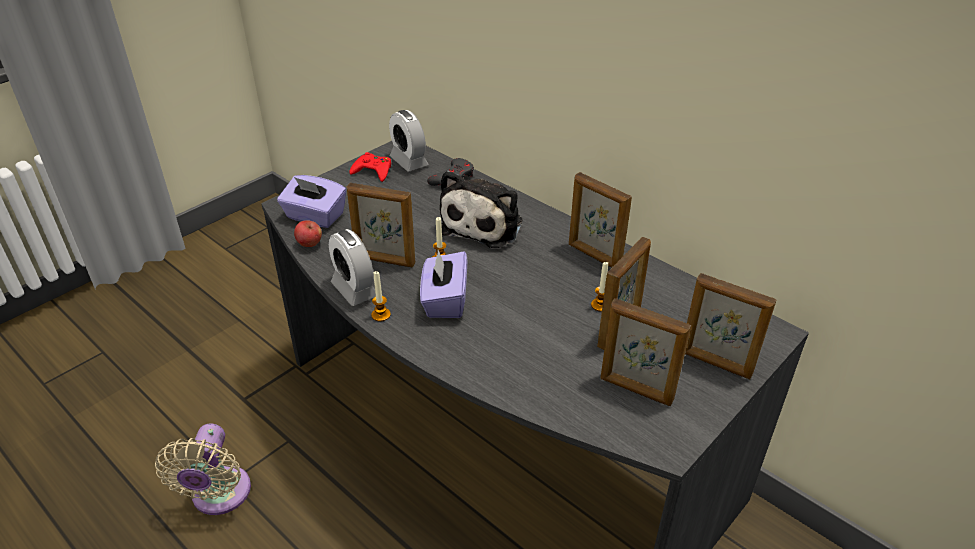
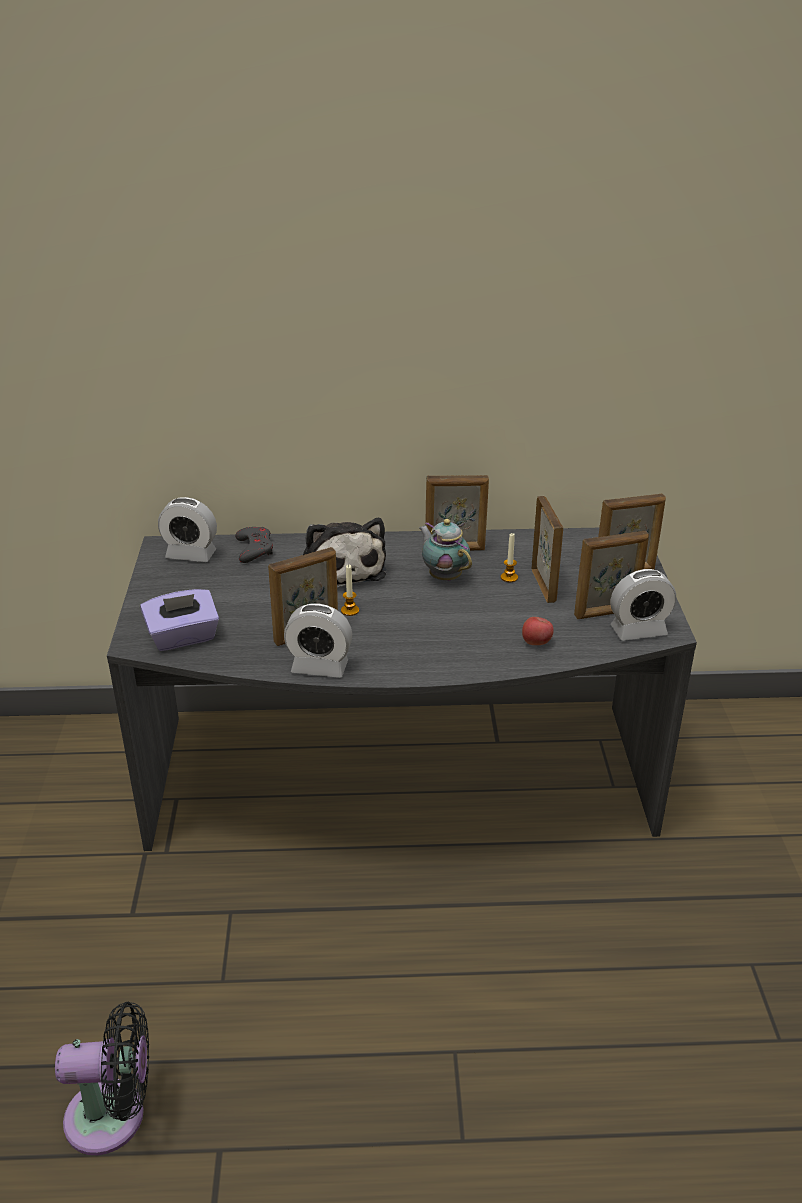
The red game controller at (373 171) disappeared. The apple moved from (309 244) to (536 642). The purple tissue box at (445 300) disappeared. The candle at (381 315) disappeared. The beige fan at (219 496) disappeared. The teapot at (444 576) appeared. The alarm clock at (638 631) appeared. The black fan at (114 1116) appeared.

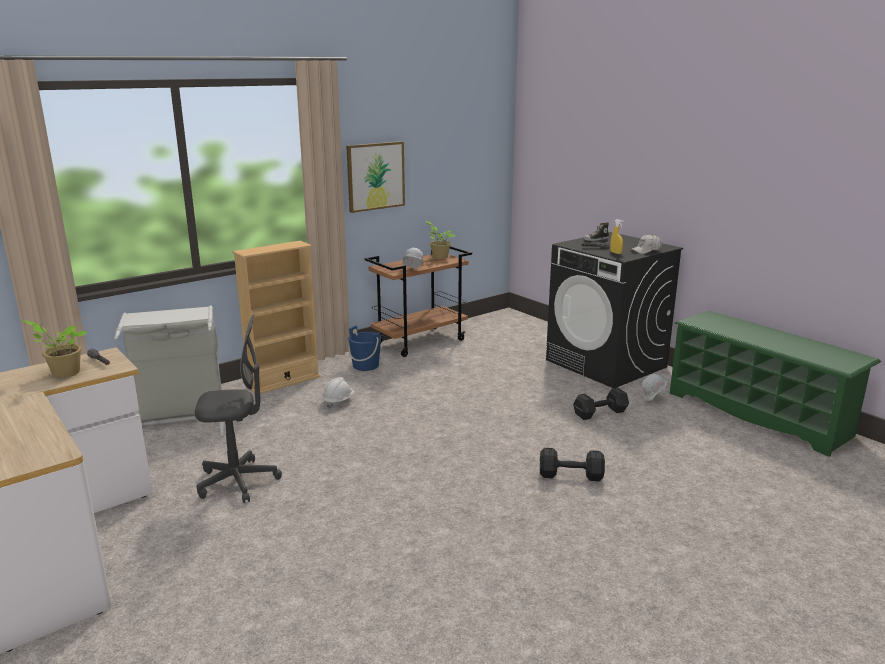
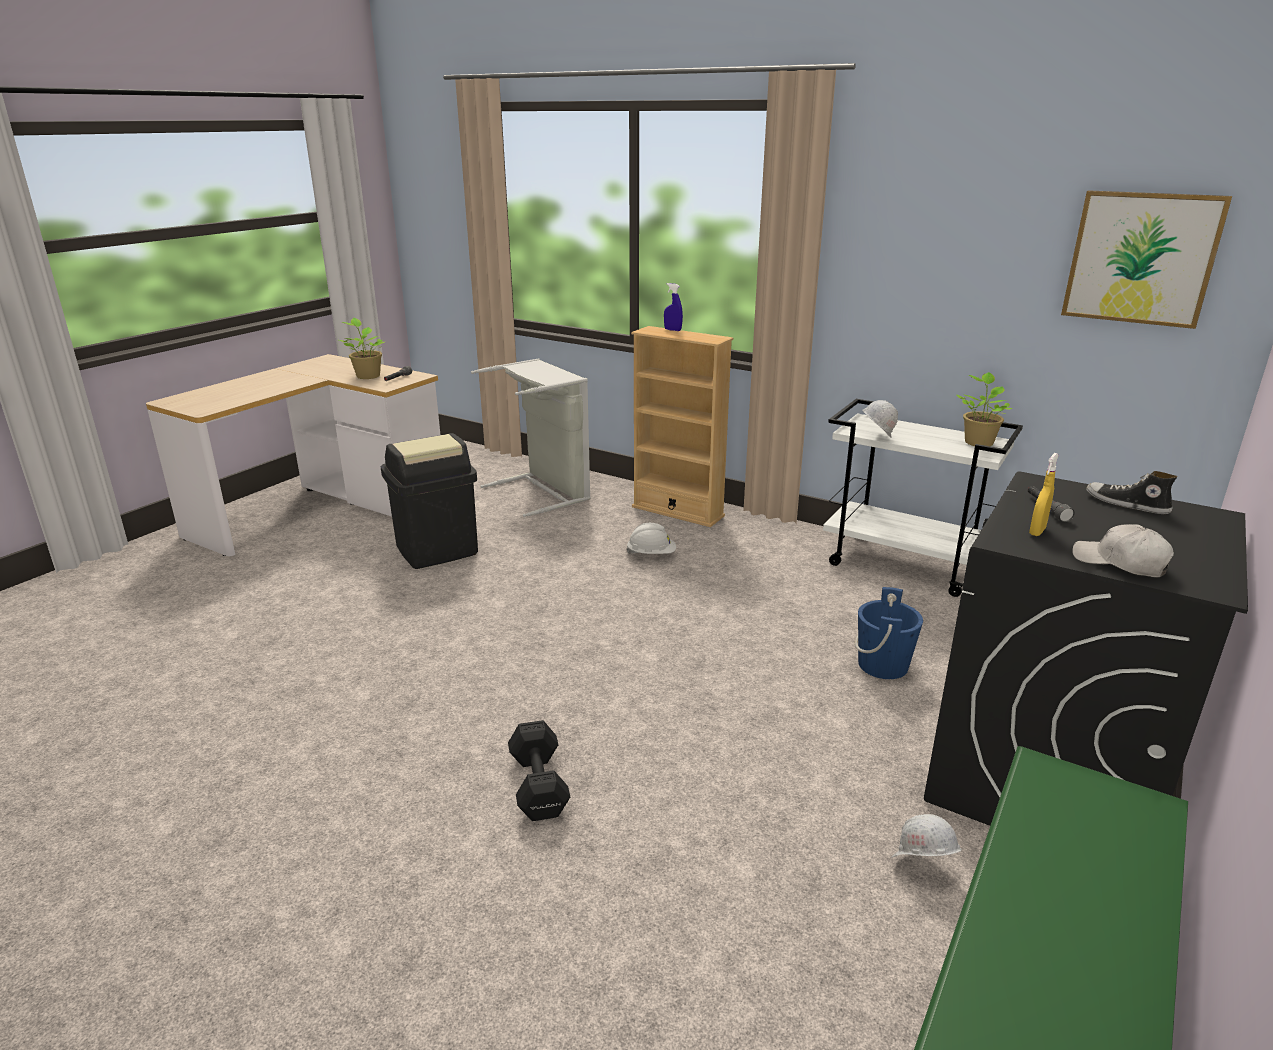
The picture moved from (375 176) to (1141 258). The brown cart at (420 341) became the white cart at (905 564). The grey office chair at (238 482) was replaced by the black trash can at (437 550). The blue bucket moved from (365 365) to (883 665). The black dumbbell at (601 413) disappeared. The blue spray bottle at (672 330) appeared.

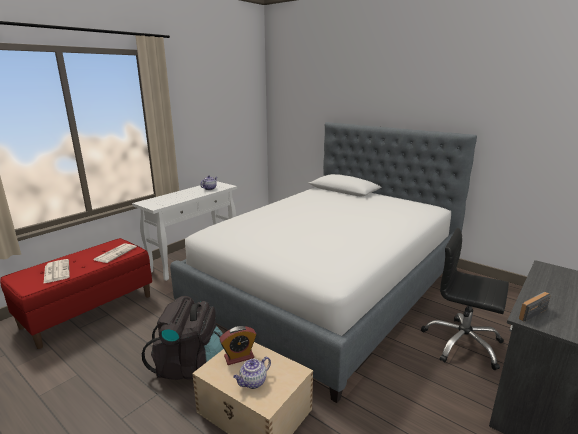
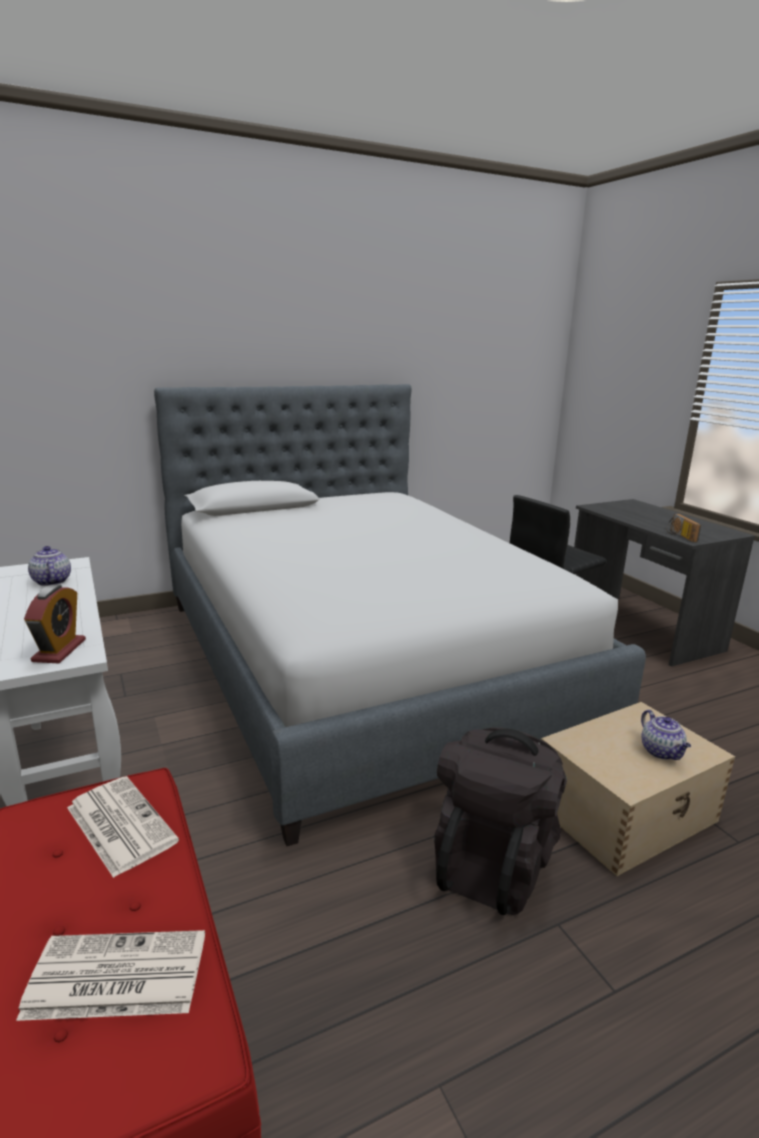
The alarm clock moved from (239 357) to (59 650).

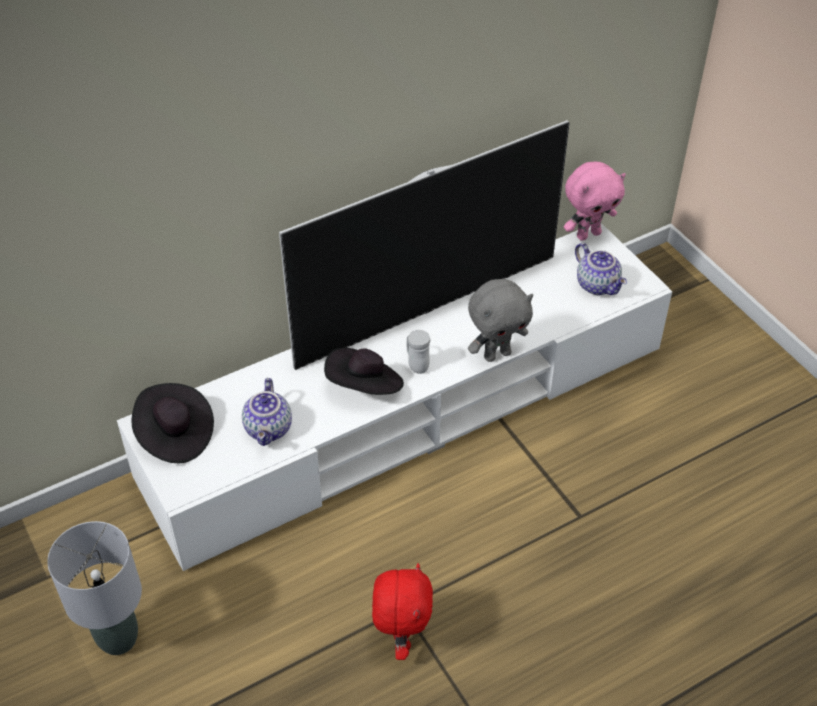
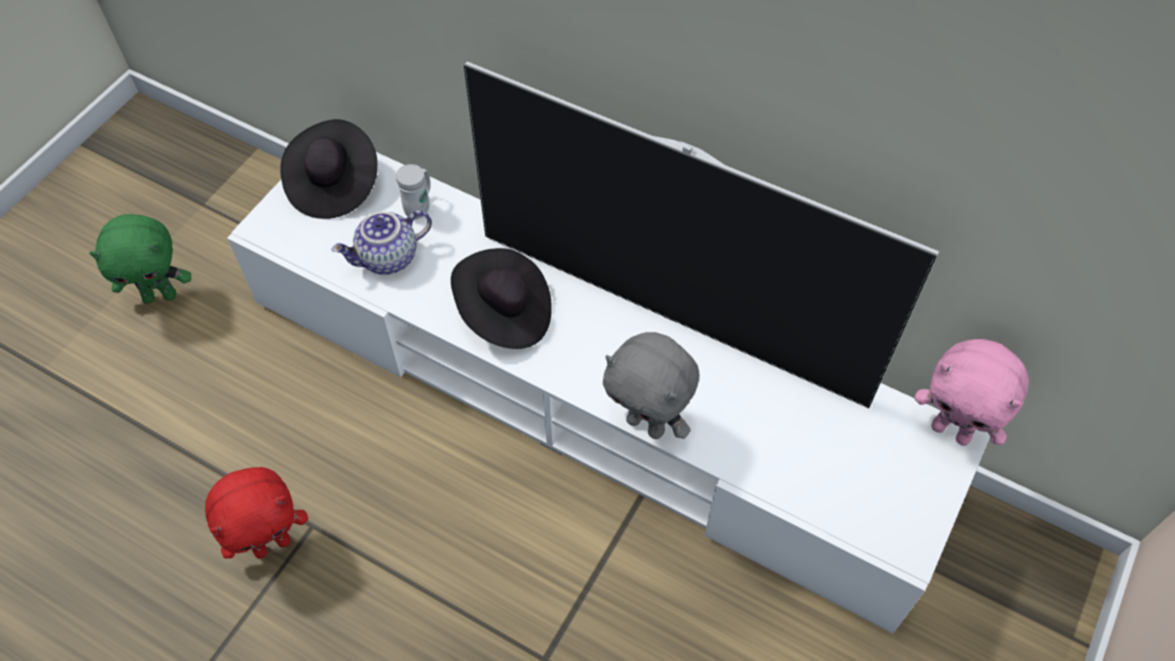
The teapot at (598 285) disappeared. The white mug moved from (416 364) to (420 207). The grey table lamp at (118 638) was replaced by the green plush toy at (160 295).

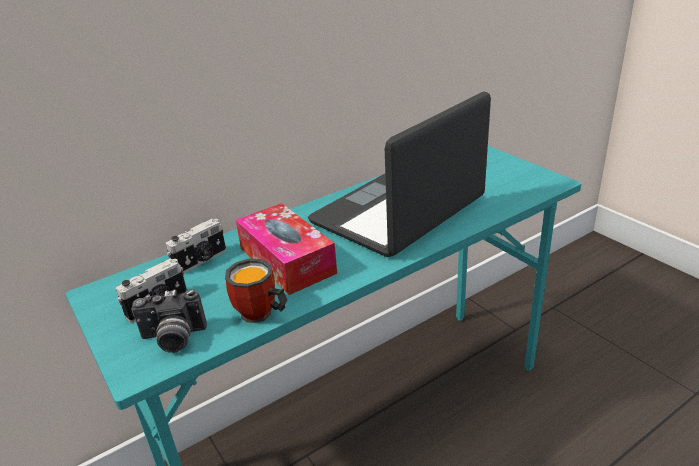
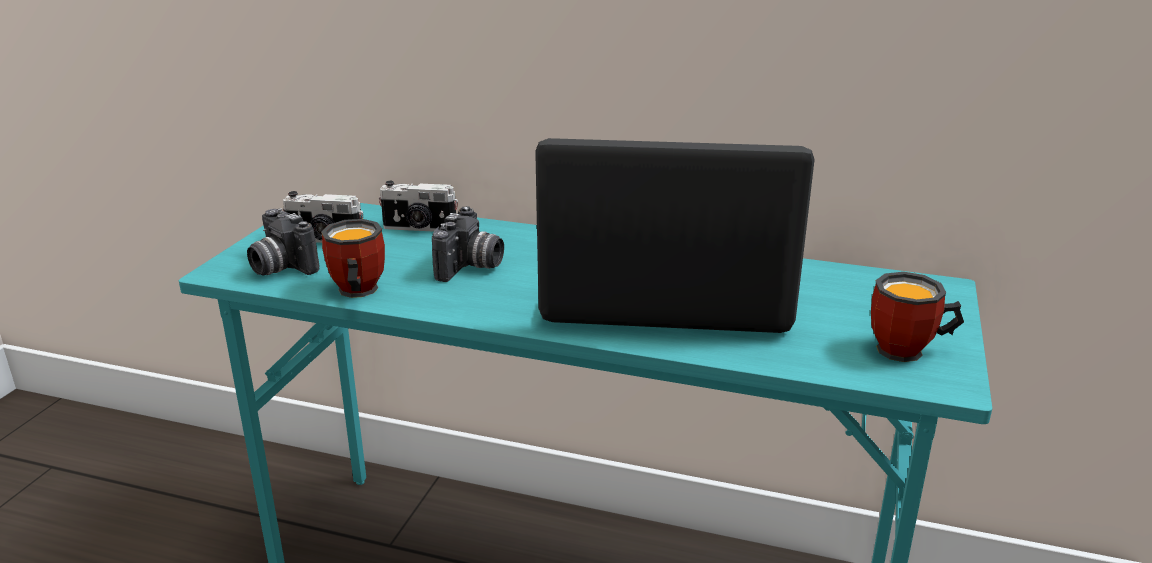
The tissue box at (287 260) was replaced by the photo camera at (471 268). The mug at (909 352) appeared.

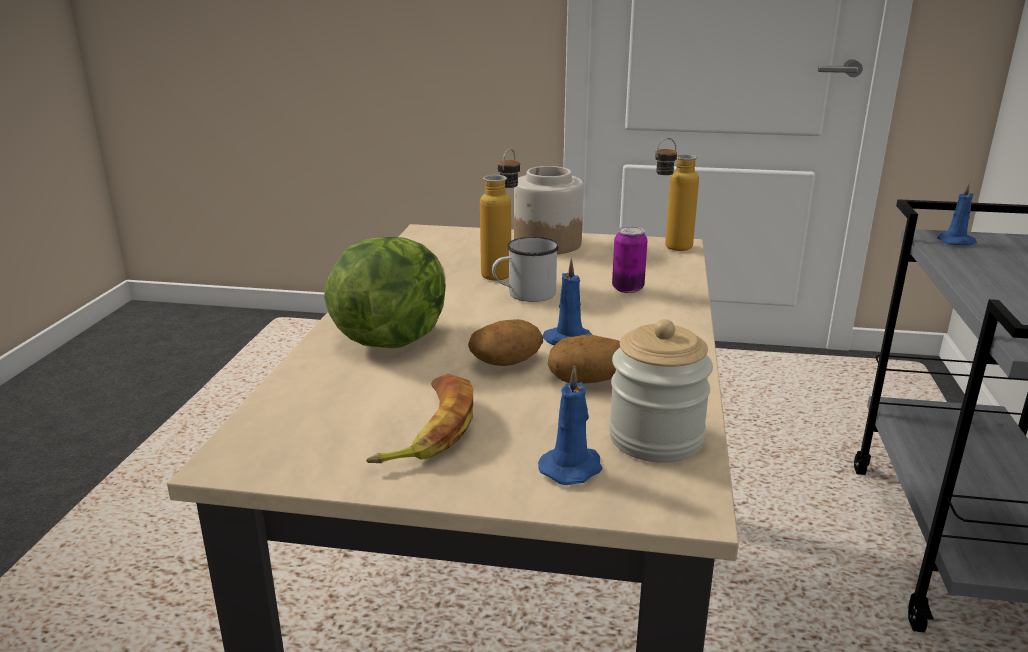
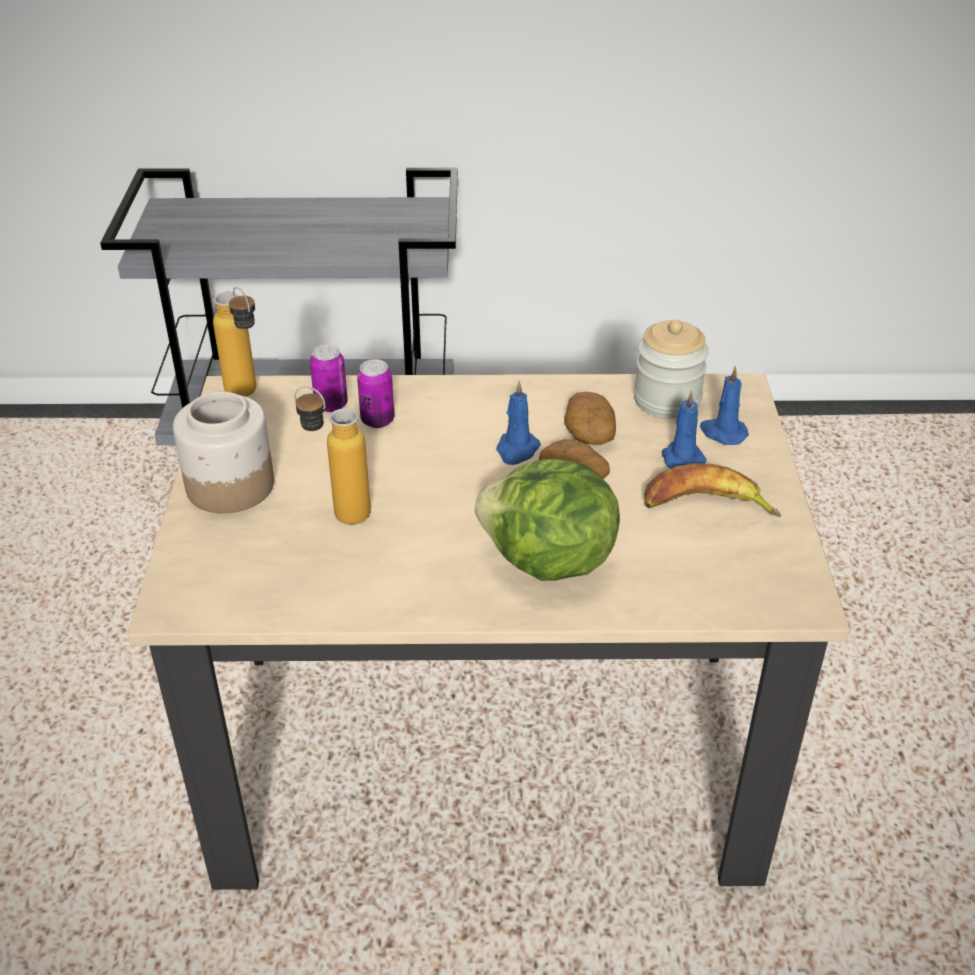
The blue candle moved from (957 242) to (681 458). The white mug at (524 294) disappeared. The can at (331 405) appeared.

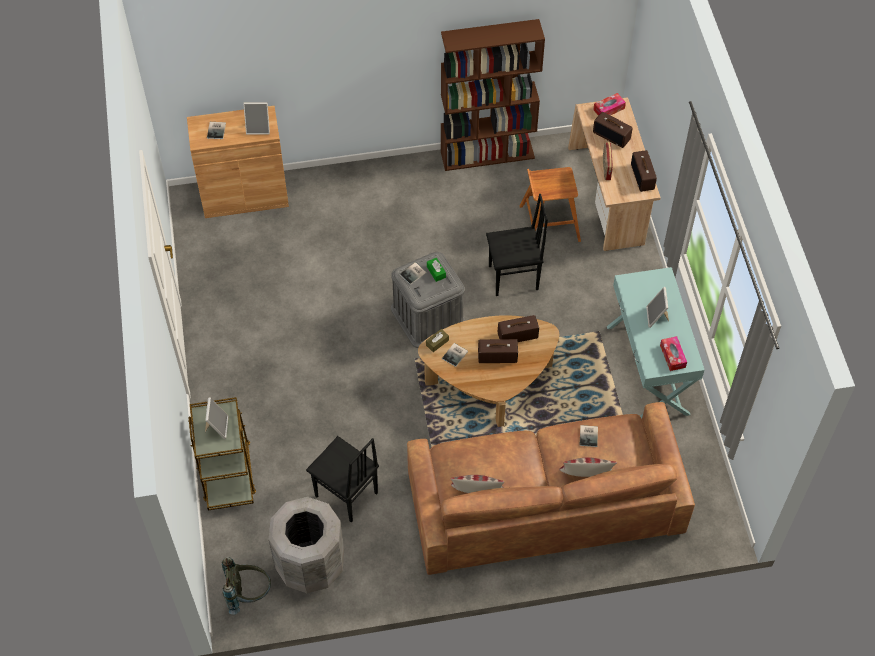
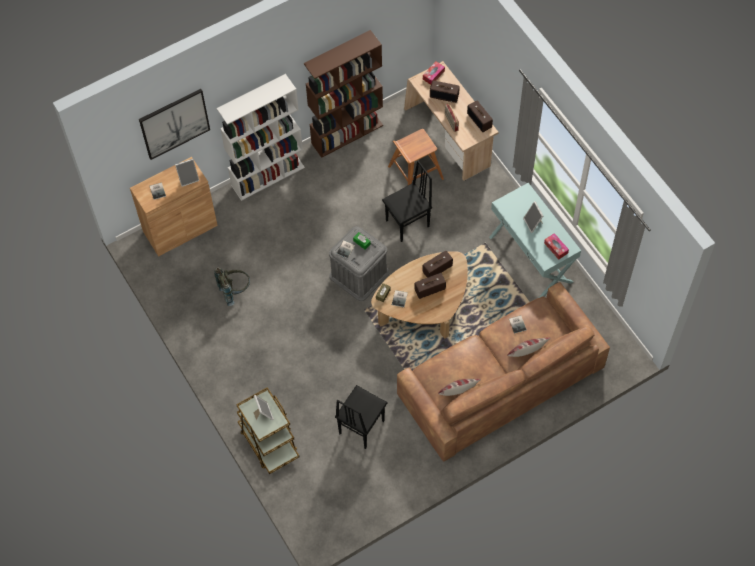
The black chair at (346 495) turned 105 degrees clockwise. The grey trash can at (310 565) disappeared. The grey backpack moved from (248 594) to (235 290). The white bookcase at (268 176) appeared. The picture at (174 123) appeared.

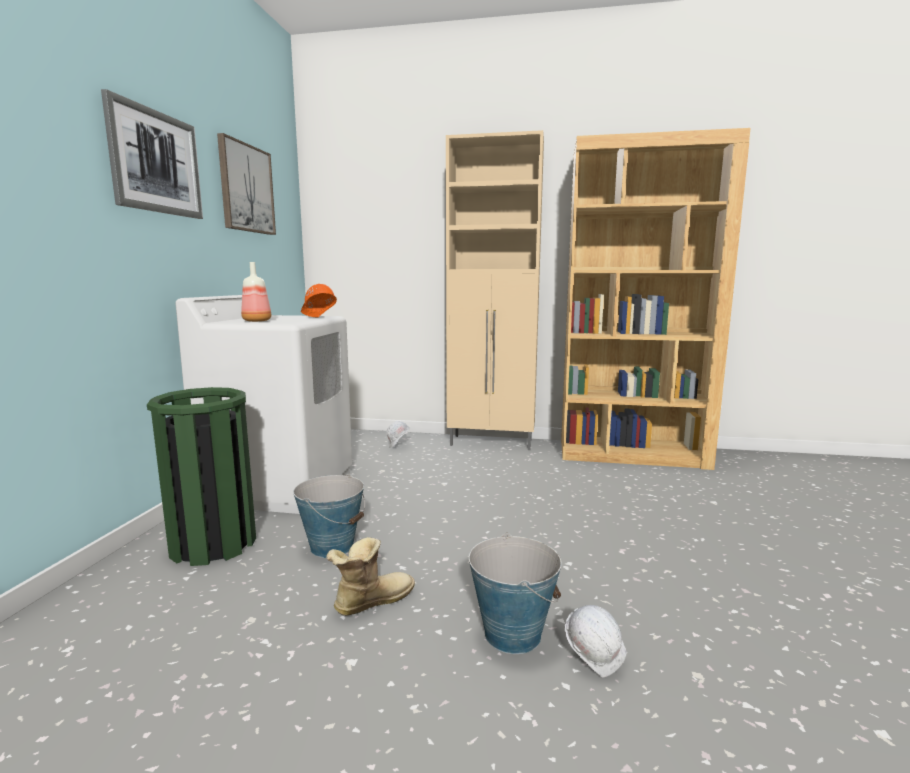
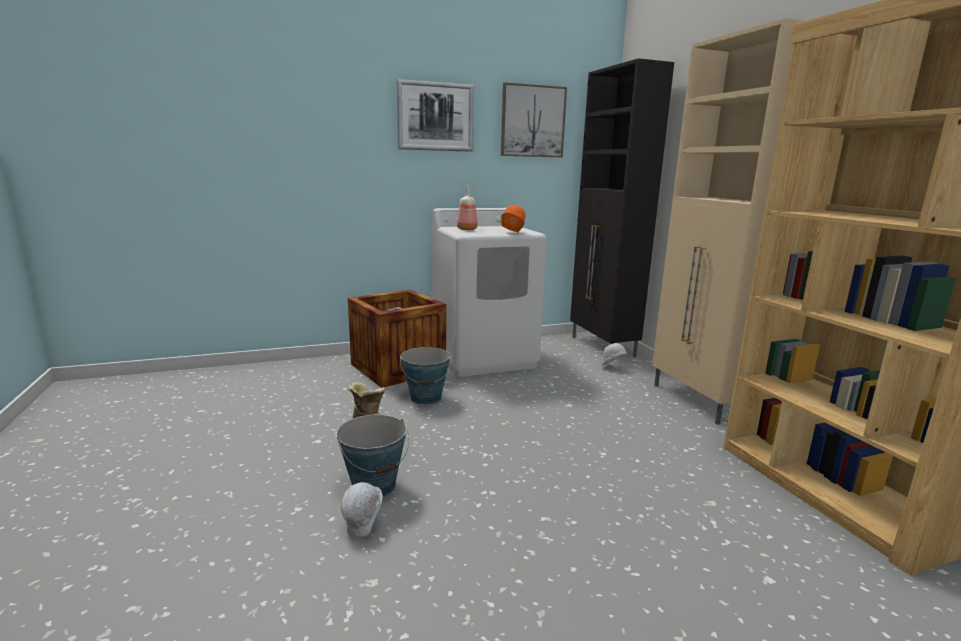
The green trash can at (213 544) was replaced by the crate at (397 368). The black cabinet at (602 346) appeared.

